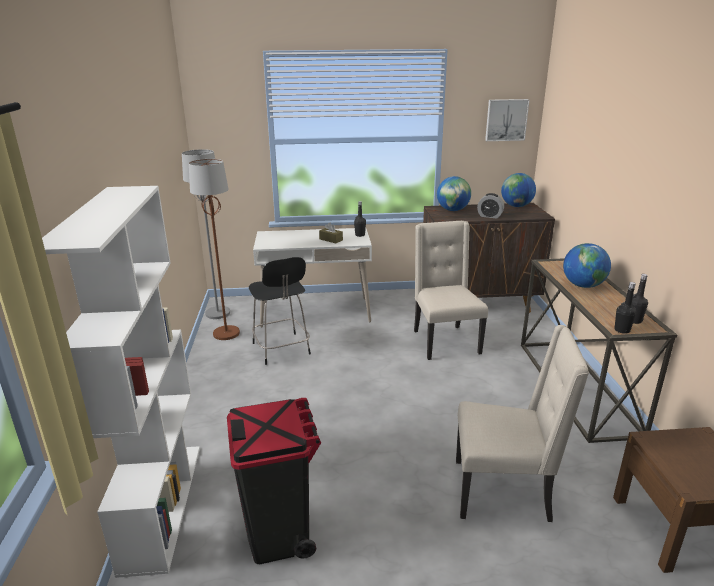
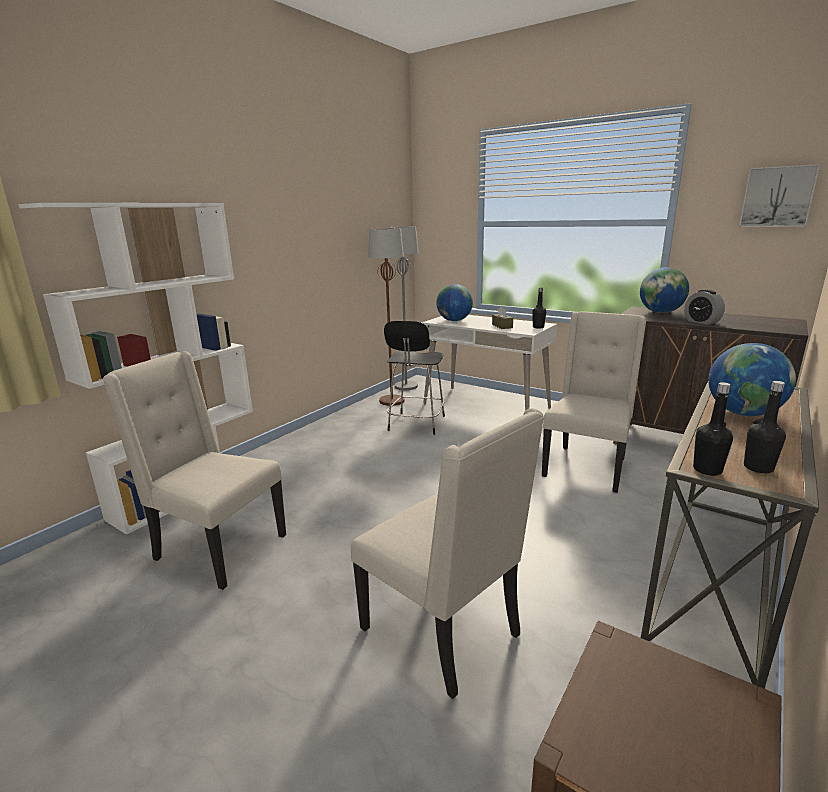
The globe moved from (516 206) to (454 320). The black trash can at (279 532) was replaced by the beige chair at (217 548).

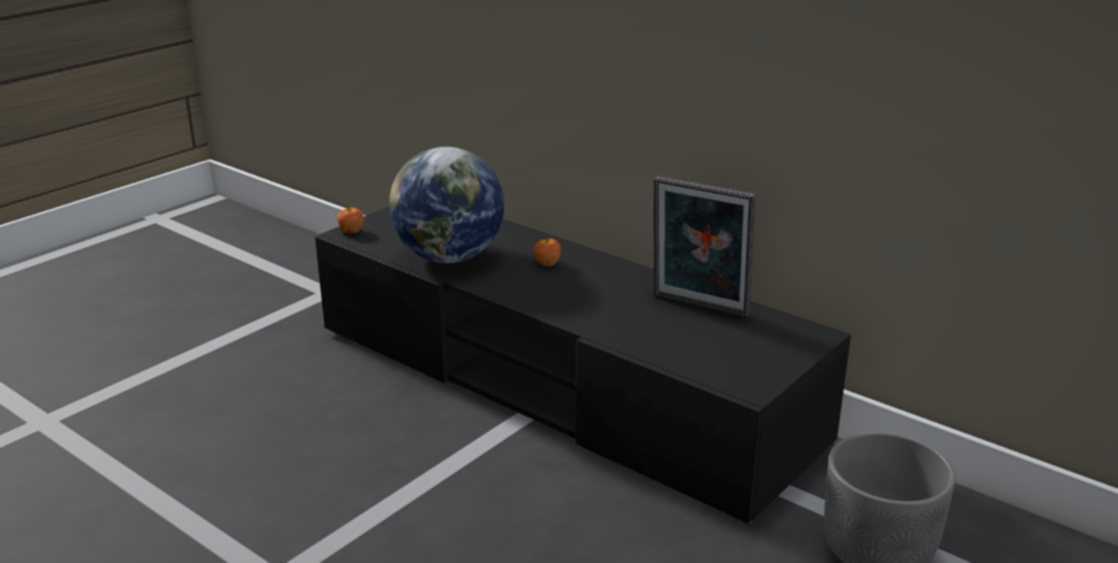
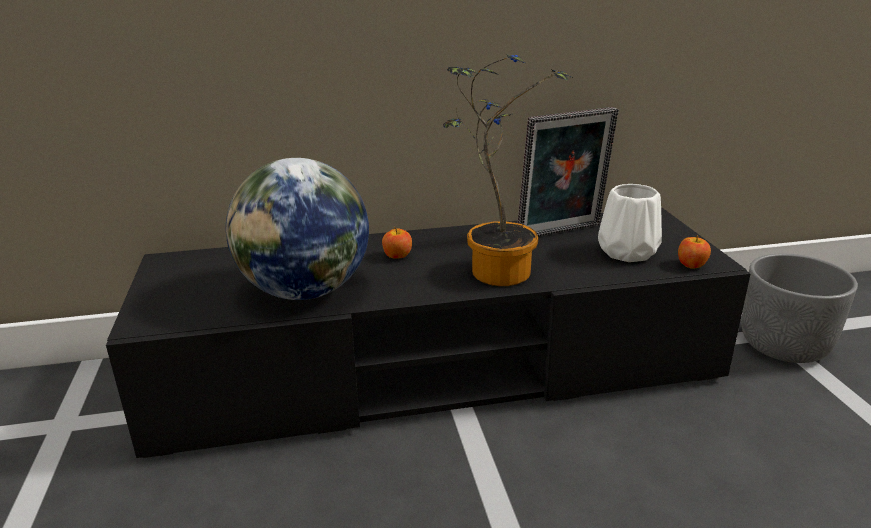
The apple moved from (351 231) to (691 265). The potted plant at (495 269) appeared. The white vase at (625 252) appeared.

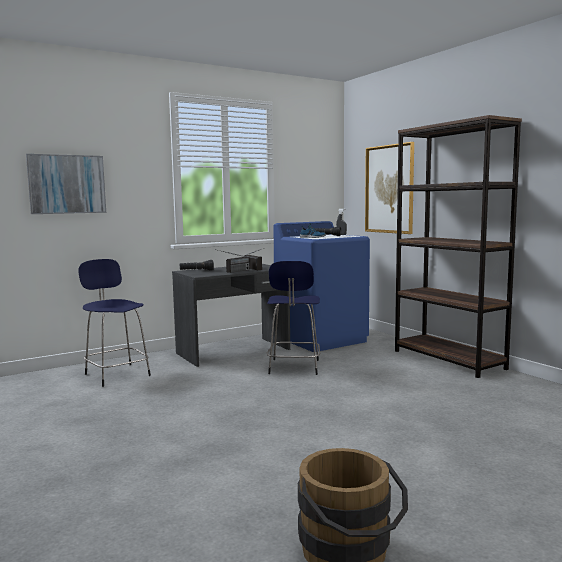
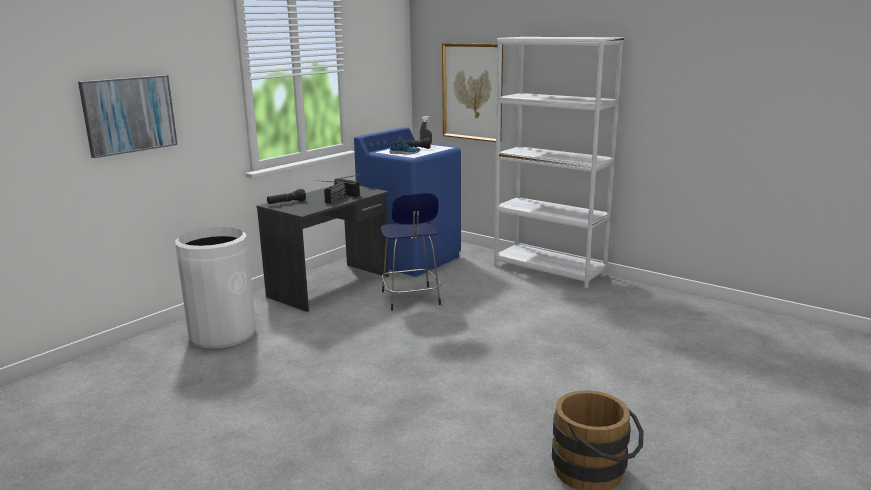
The brown bookcase at (448 360) became the white bookcase at (549 270). The blue stool at (116 374) was replaced by the white trash can at (223 334).

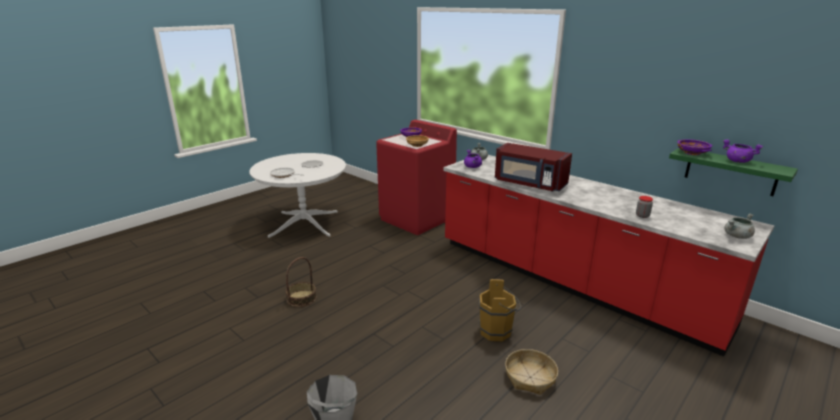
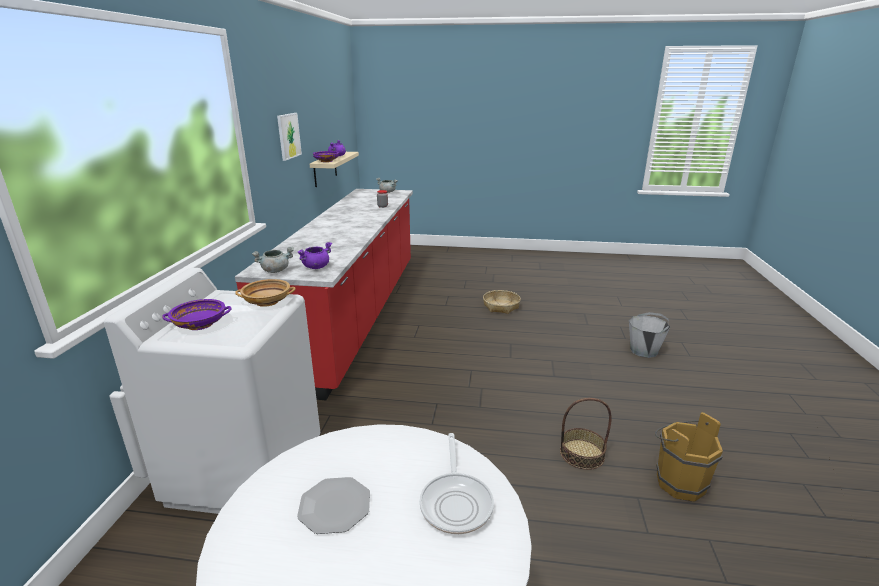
The red washing machine at (417 219) became the white washing machine at (247 469). The red microwave at (529 184) disappeared. The green shelf at (730 171) became the beige shelf at (325 169). The brown bucket moved from (498 331) to (676 481). The picture at (288 136) appeared.

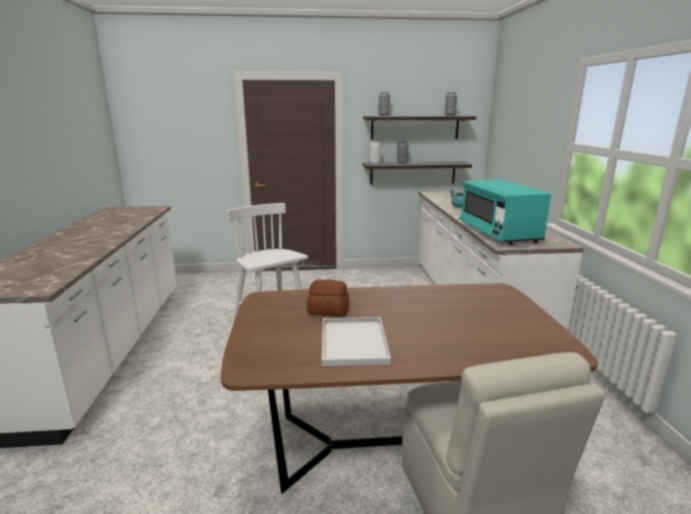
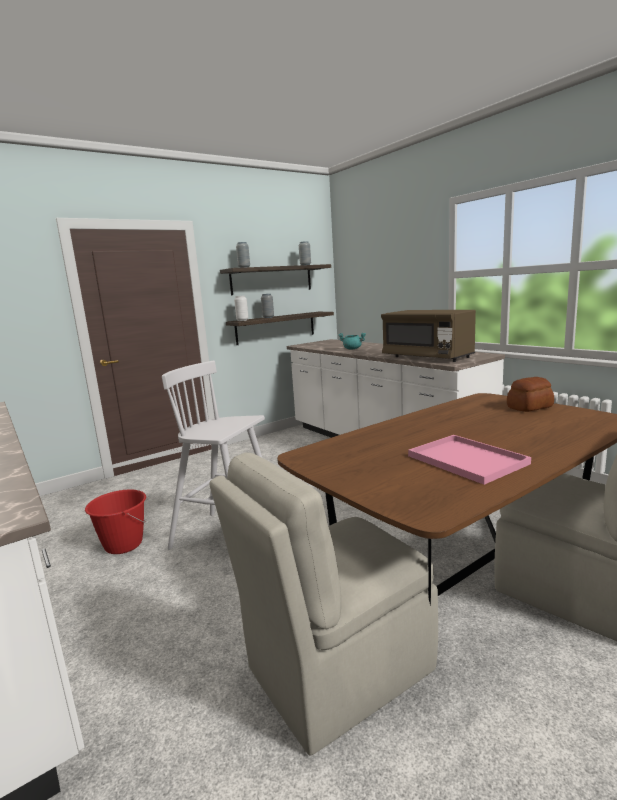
The turquoise microwave at (498 233) became the brown microwave at (427 357). The bread moved from (328 310) to (528 407). The white tray at (354 343) became the pink tray at (469 460). The beige chair at (335 670) appeared. The red bucket at (123 545) appeared.

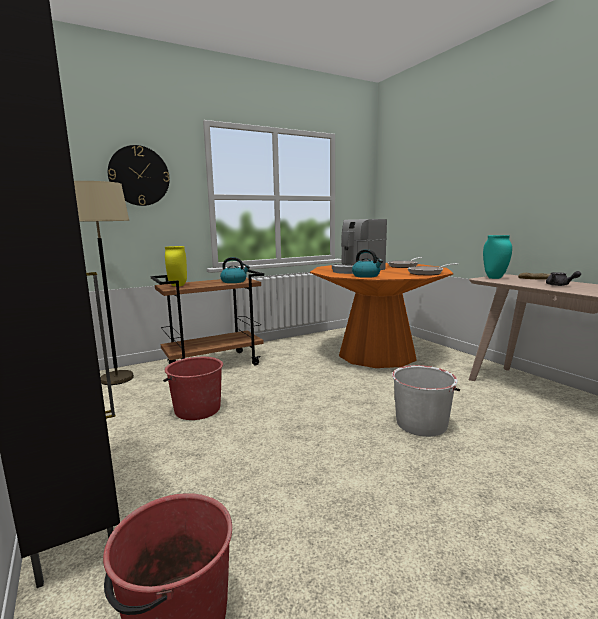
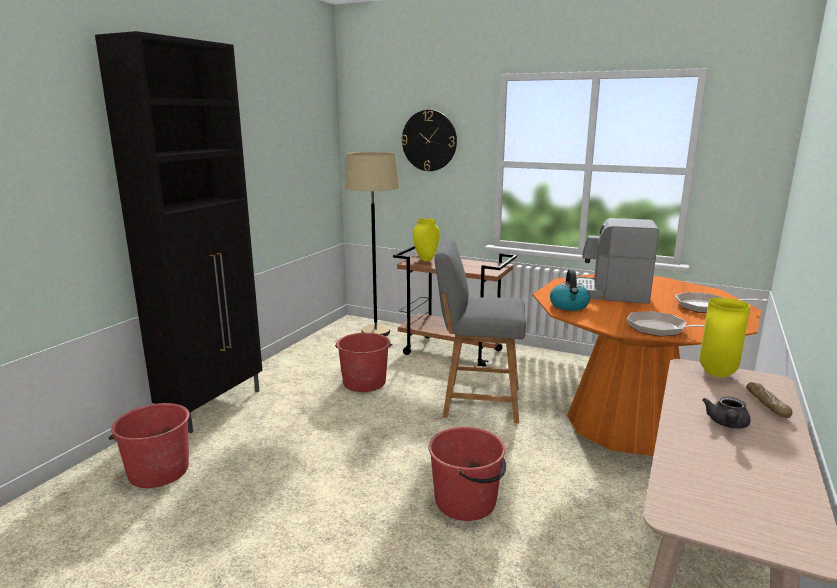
The turquoise vase at (495 278) became the yellow vase at (718 374). The kettle at (234 281) disappeared. The white bucket at (421 424) became the red bucket at (466 501). The grey chair at (477 402) appeared.

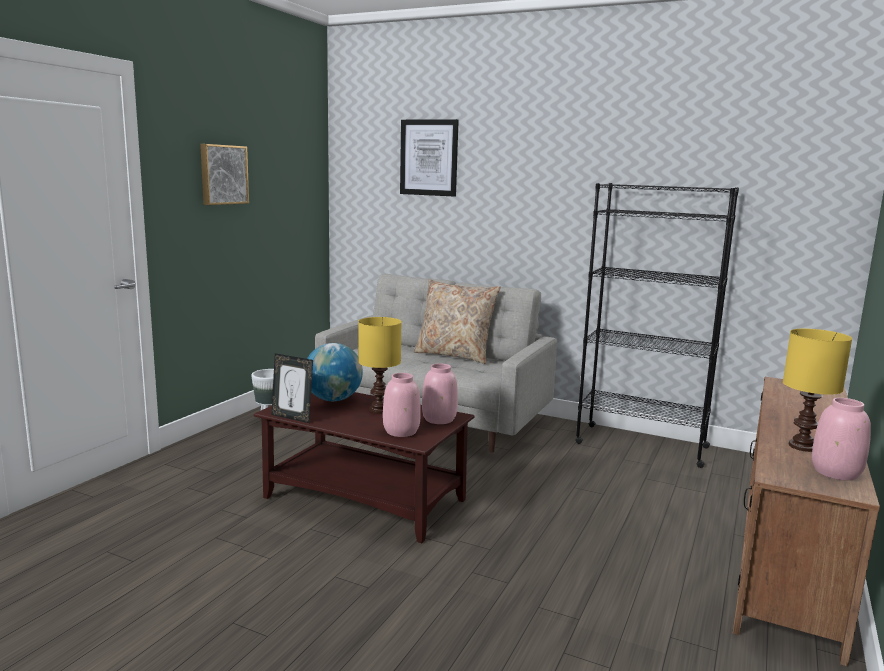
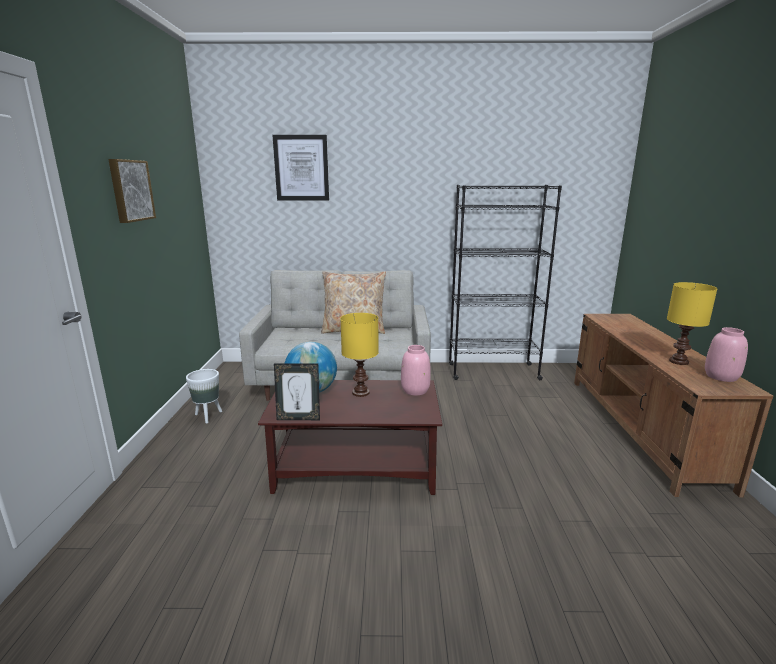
The pink vase at (401 432) disappeared.

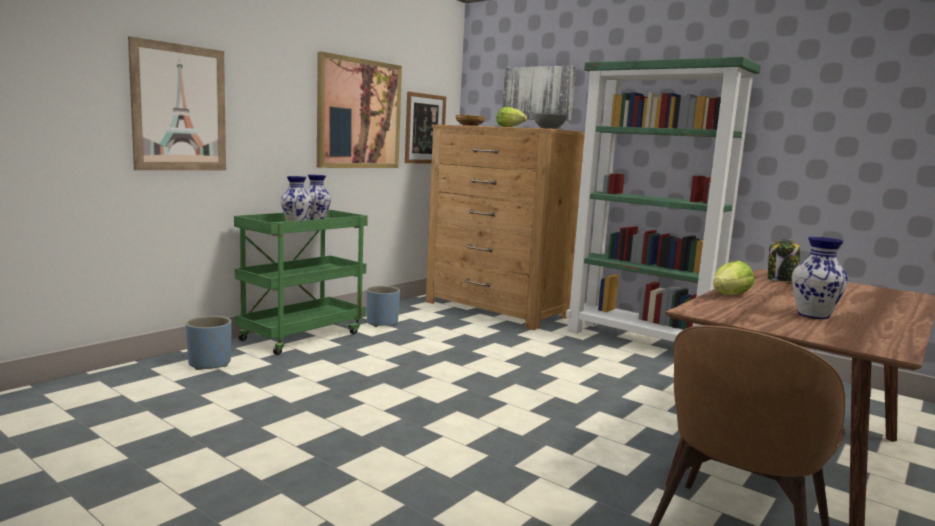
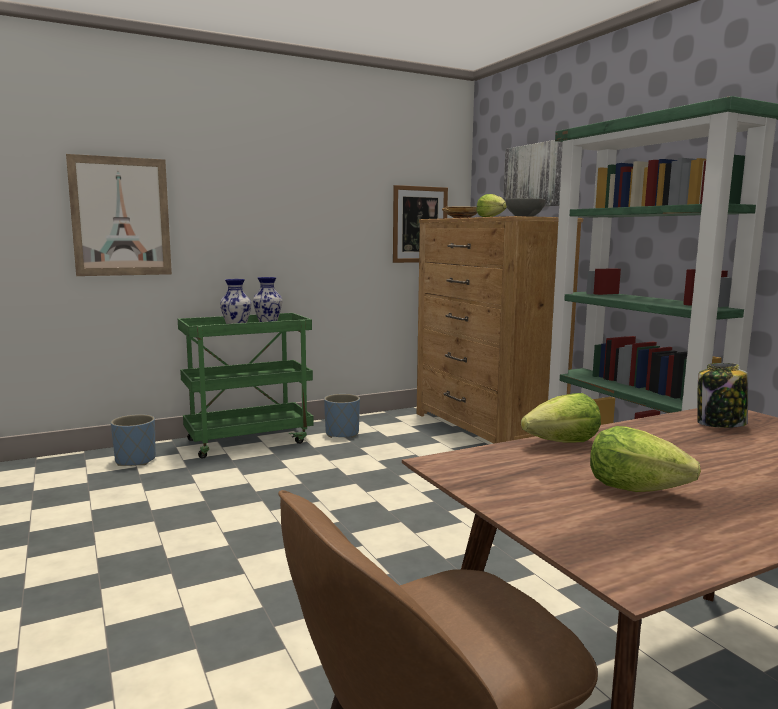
The picture at (359 114) disappeared. The vase at (812 315) was replaced by the lettuce at (634 488).

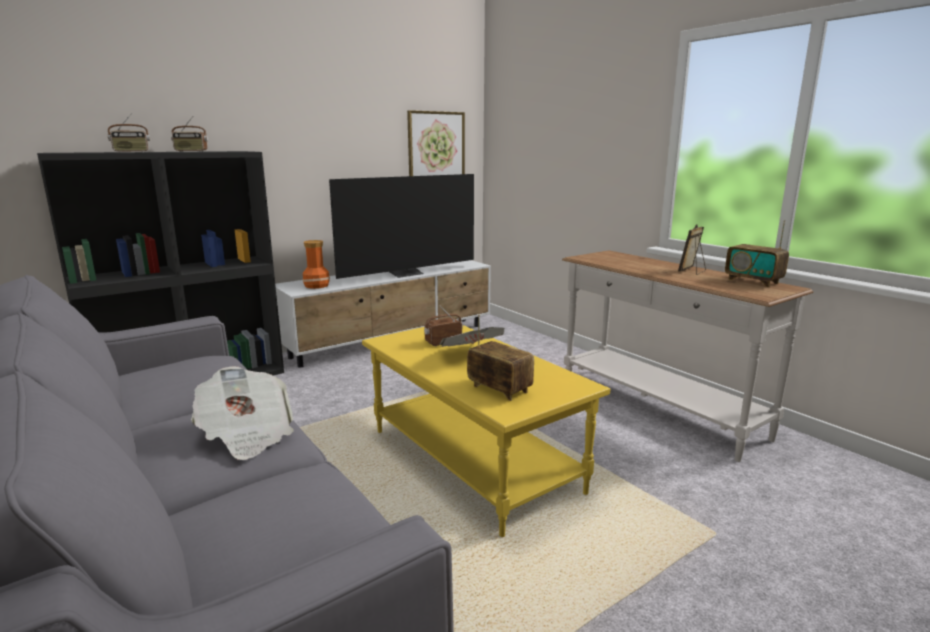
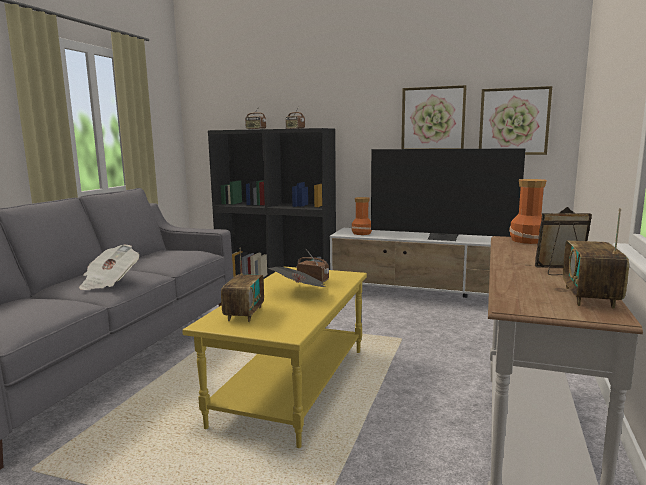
The picture at (433 119) appeared. The vase at (527 240) appeared.

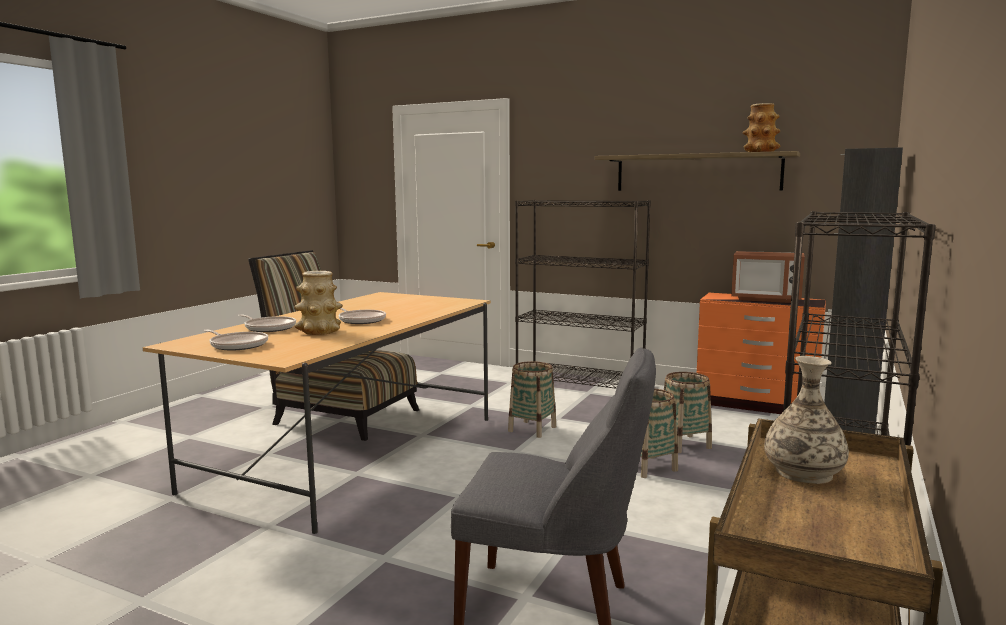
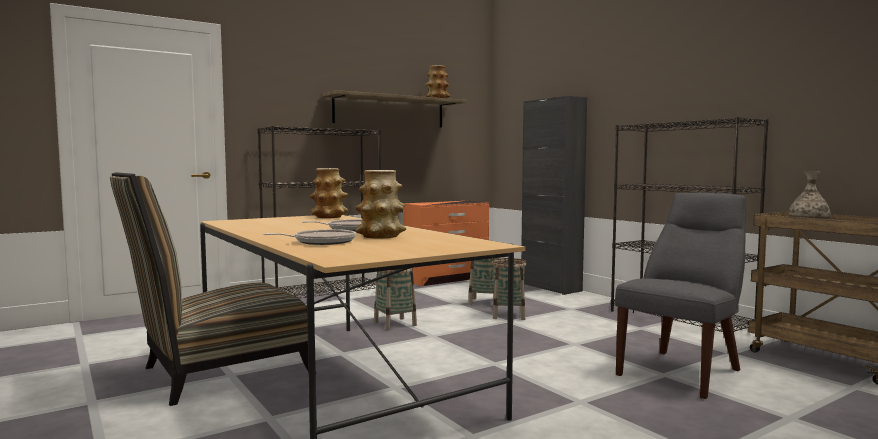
The microwave at (766 299) disappeared. The frying pan at (237 345) disappeared. The vase at (329 217) appeared.

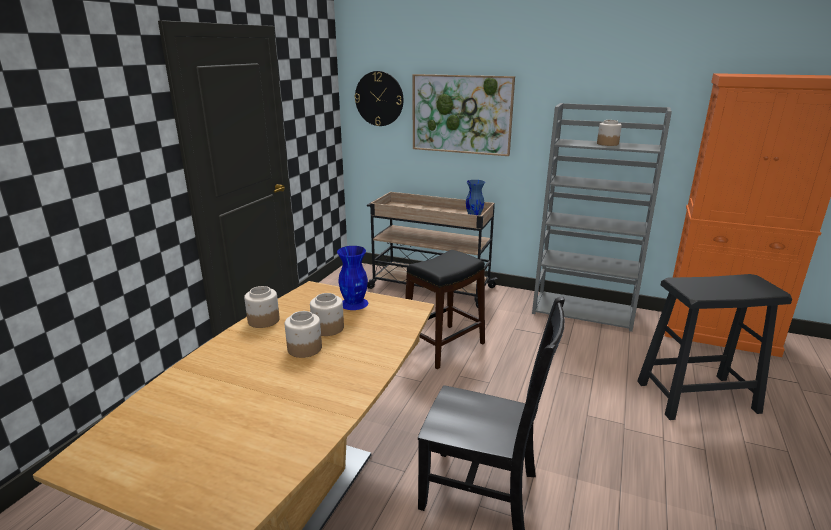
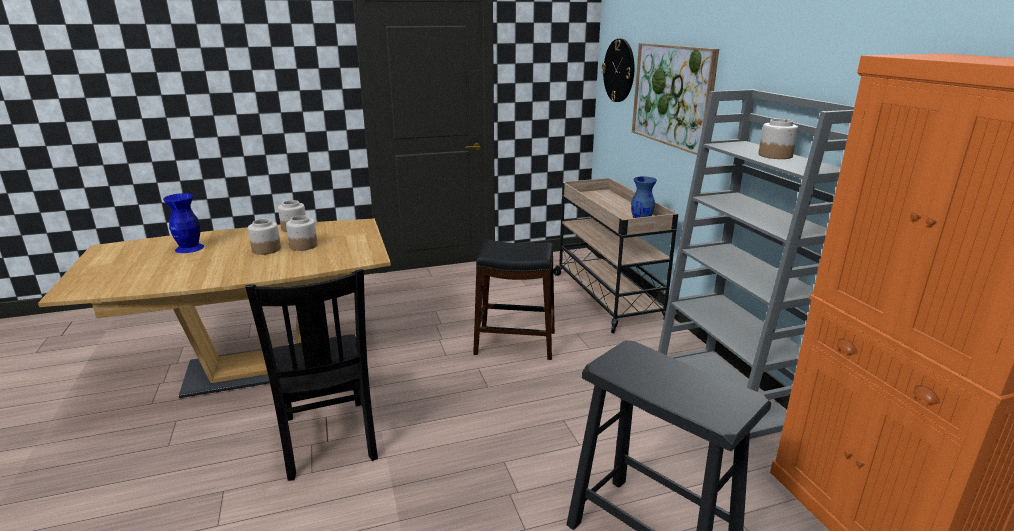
The blue vase moved from (354 303) to (189 248).

